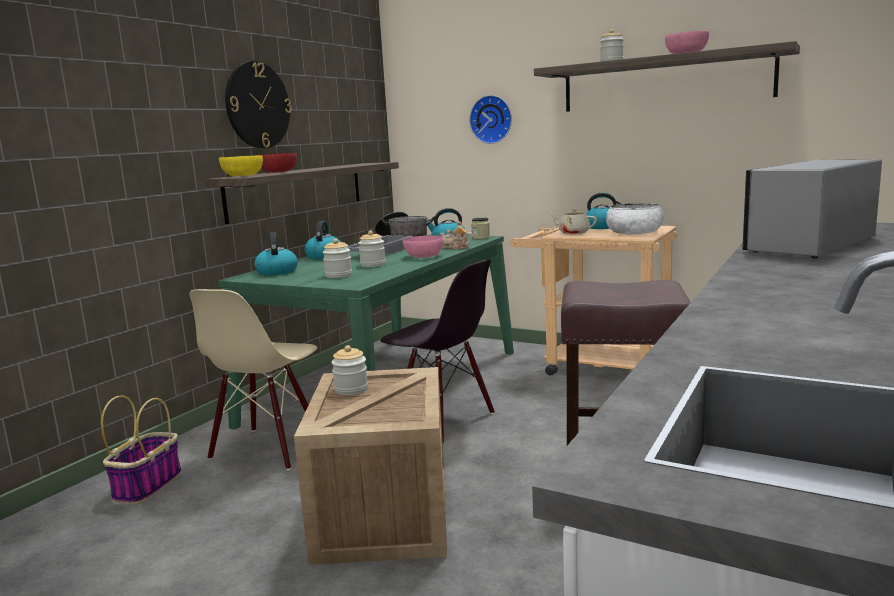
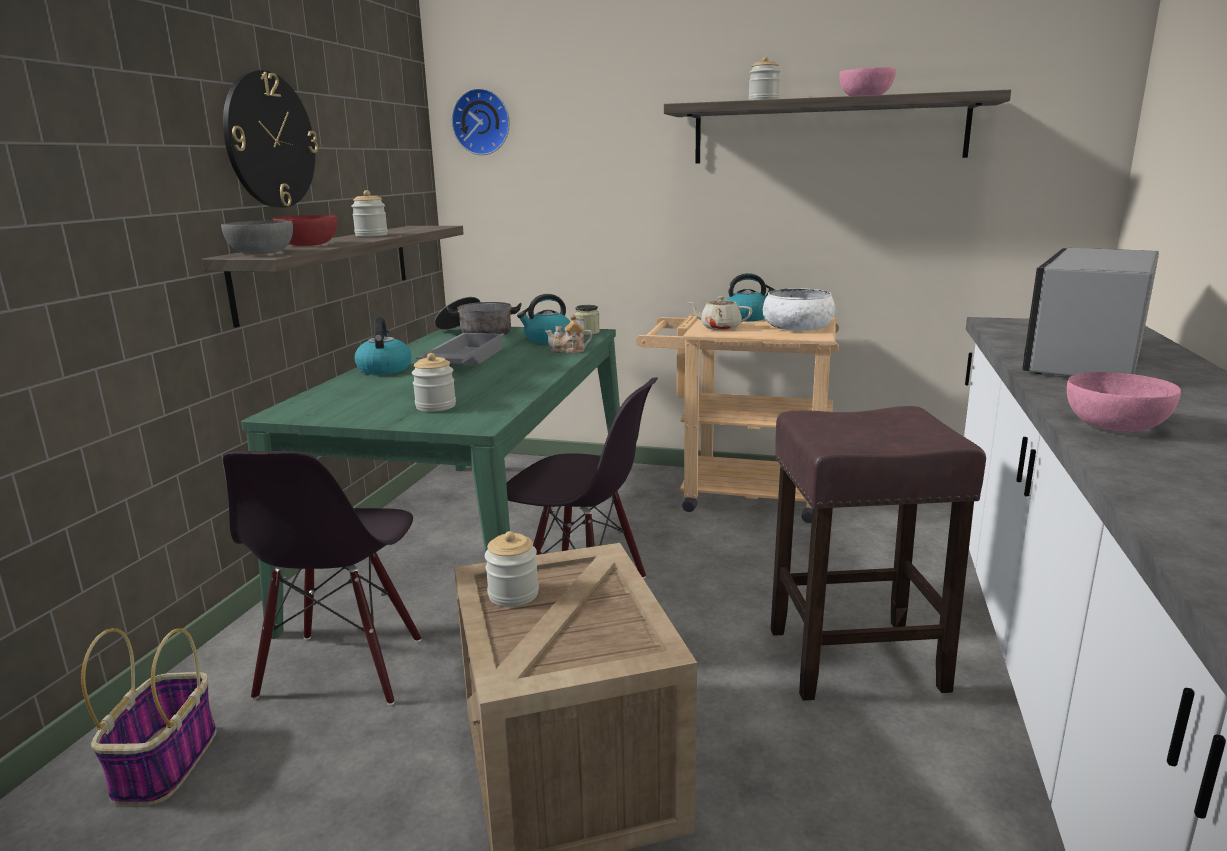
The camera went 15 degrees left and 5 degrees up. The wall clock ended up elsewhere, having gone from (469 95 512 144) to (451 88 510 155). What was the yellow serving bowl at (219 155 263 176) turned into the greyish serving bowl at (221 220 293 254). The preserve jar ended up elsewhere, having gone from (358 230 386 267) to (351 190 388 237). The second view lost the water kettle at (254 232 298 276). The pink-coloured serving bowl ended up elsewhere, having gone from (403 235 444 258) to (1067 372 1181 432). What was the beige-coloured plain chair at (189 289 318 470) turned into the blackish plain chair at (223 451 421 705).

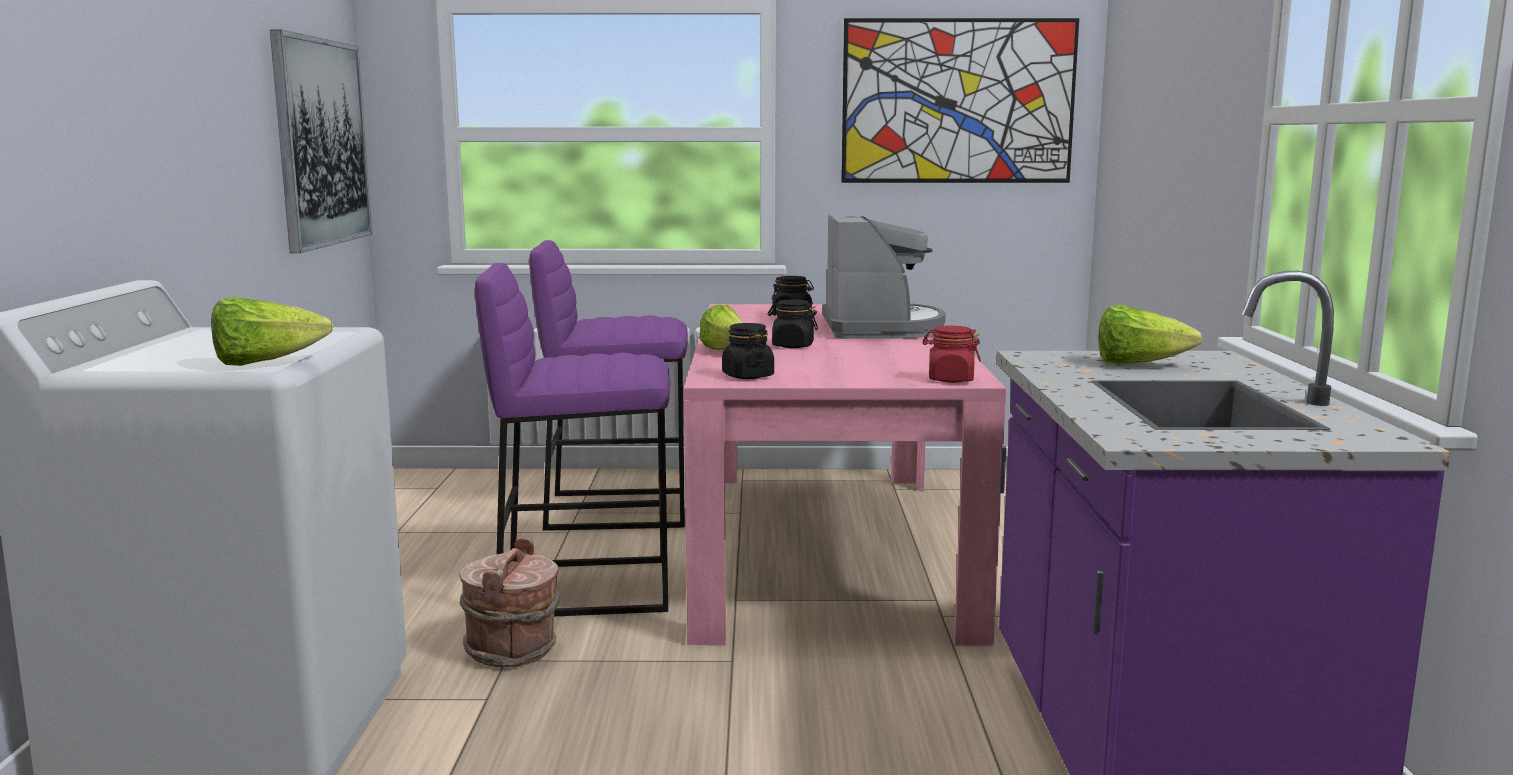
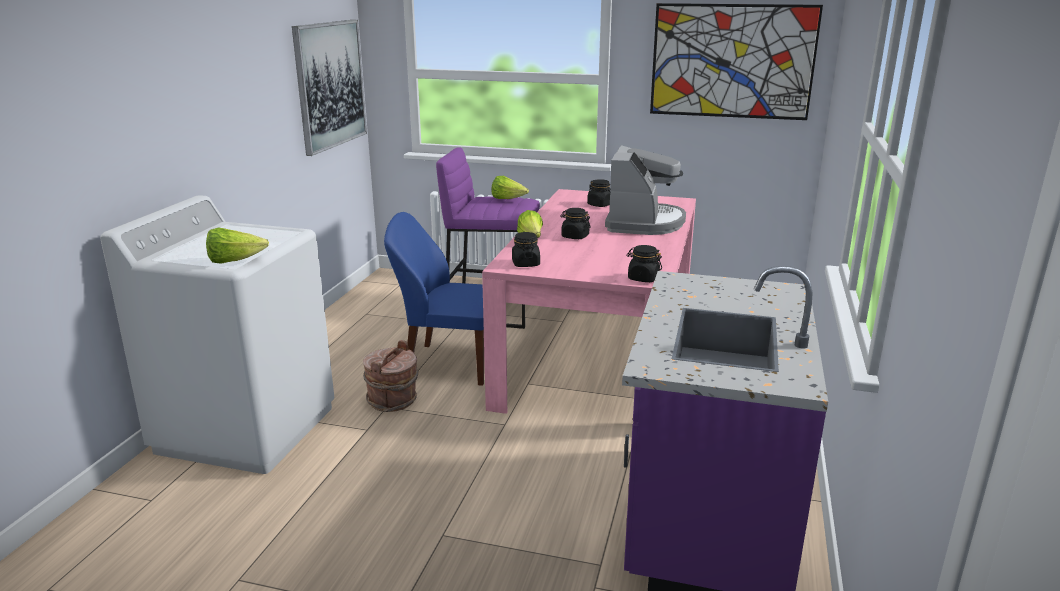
The camera went 15 degrees right and 10 degrees up. Where the purplish stool seat stood at (475 263 670 616), the blue plain chair came to stand at (384 212 484 386). The head of lettuce ended up elsewhere, having gone from (1099 305 1202 364) to (492 176 529 199). What was the red preserve jar at (923 326 981 383) turned into the blackish preserve jar at (627 245 662 282).

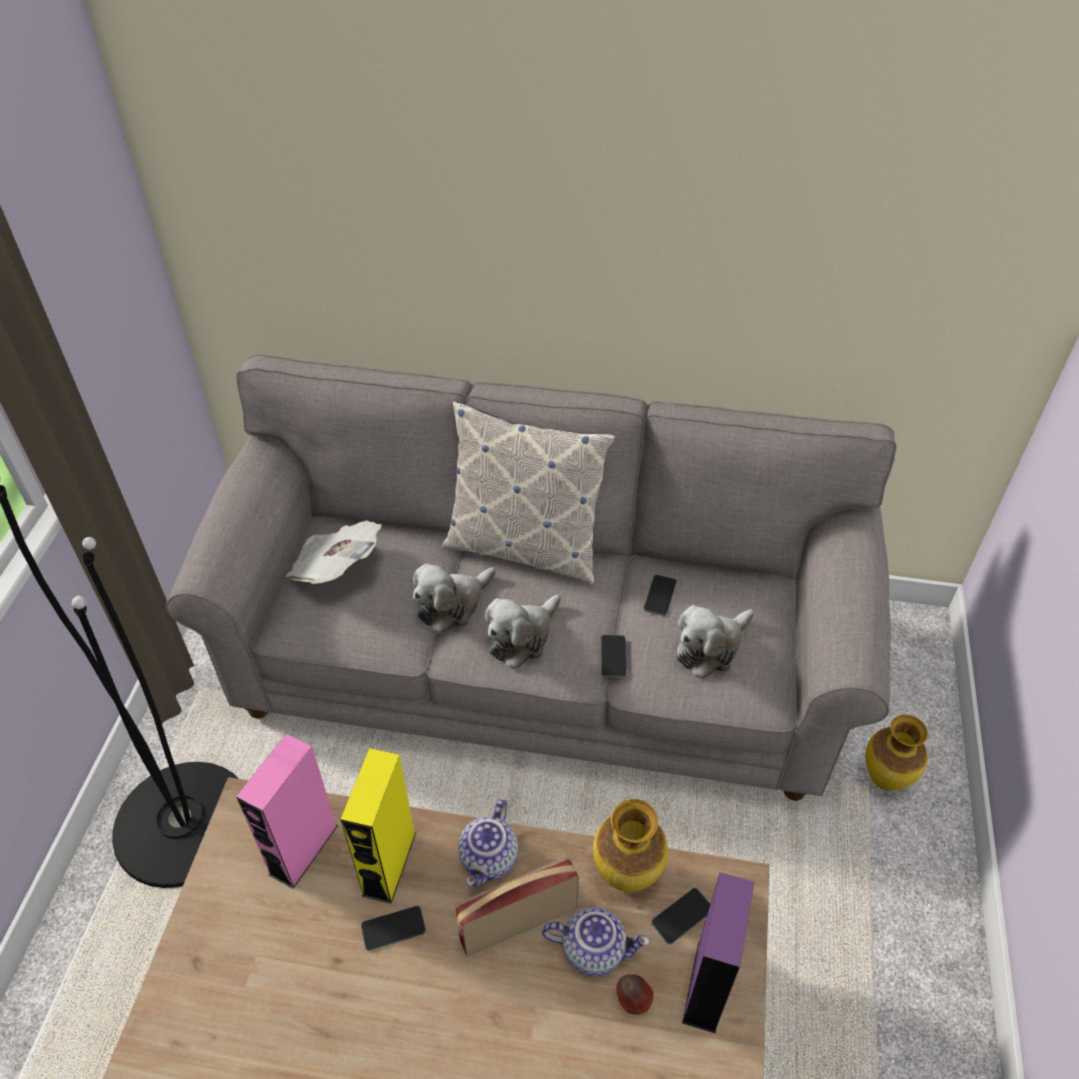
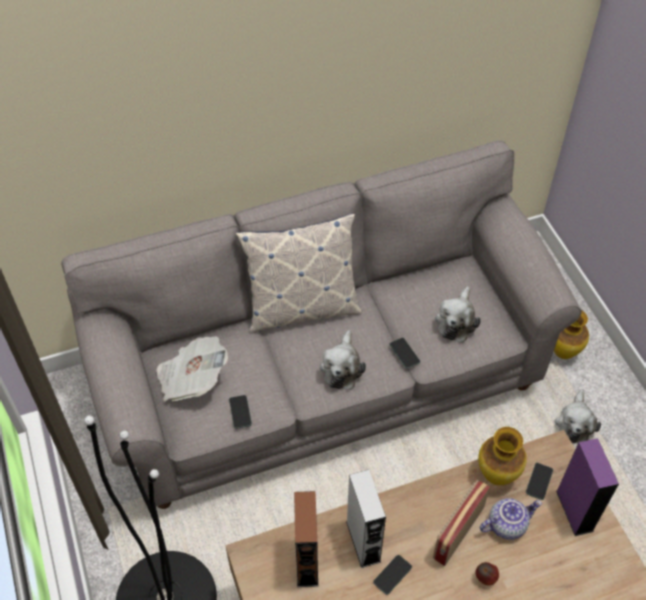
The camera went 30 degrees left and 5 degrees up. The plush toy ended up elsewhere, having gone from (413 563 496 634) to (554 389 601 443). The handset ended up elsewhere, having gone from (643 575 677 616) to (229 395 252 429). What was the pink-coloured speaker at (236 733 338 889) turned into the brown-coloured speaker at (294 491 318 587). What was the yellow speaker at (340 748 416 904) turned into the greyish speaker at (346 470 386 568). The second view lost the teapot at (458 799 518 886). The whole apple ended up elsewhere, having gone from (617 974 654 1015) to (475 562 499 586).

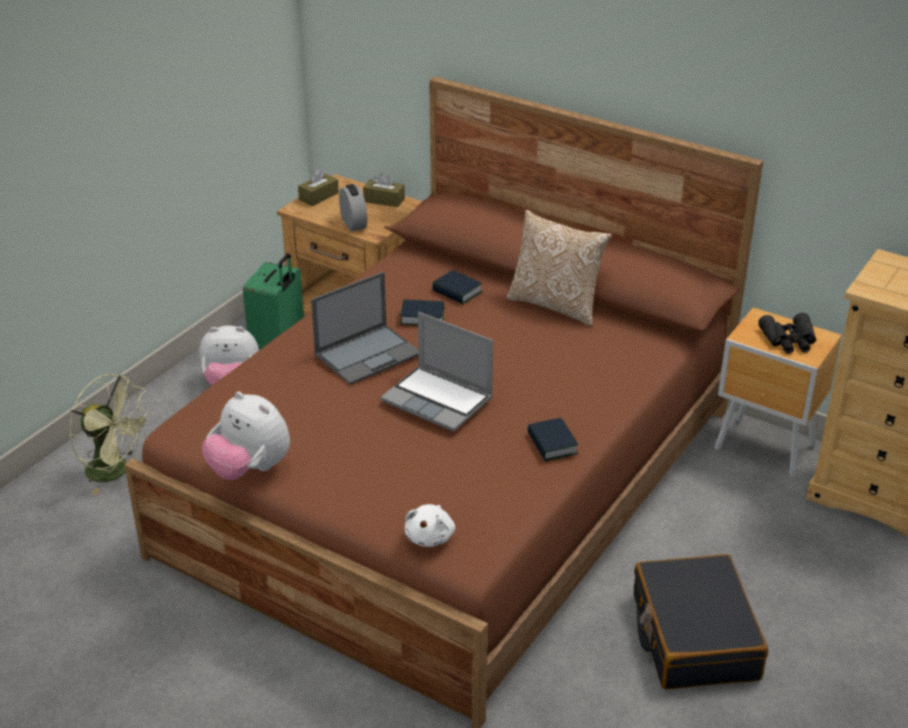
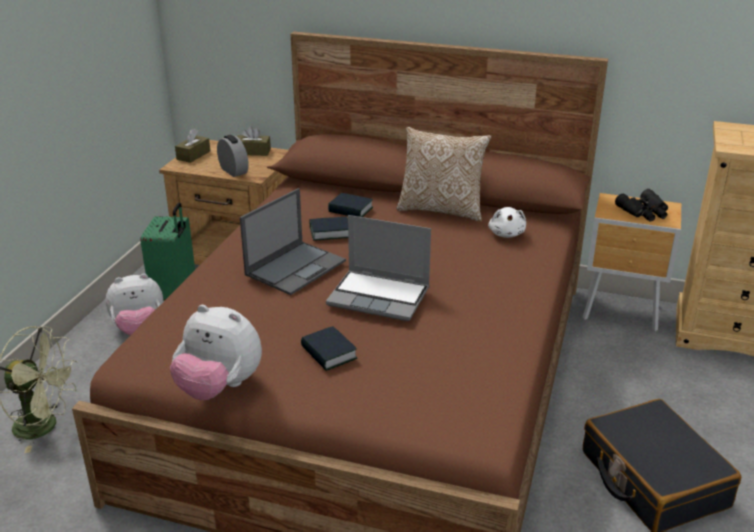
The camera went 15 degrees left and 5 degrees down. The book ended up elsewhere, having gone from (527 418 578 461) to (301 326 357 371). The white plush toy ended up elsewhere, having gone from (405 504 455 547) to (488 207 526 238).

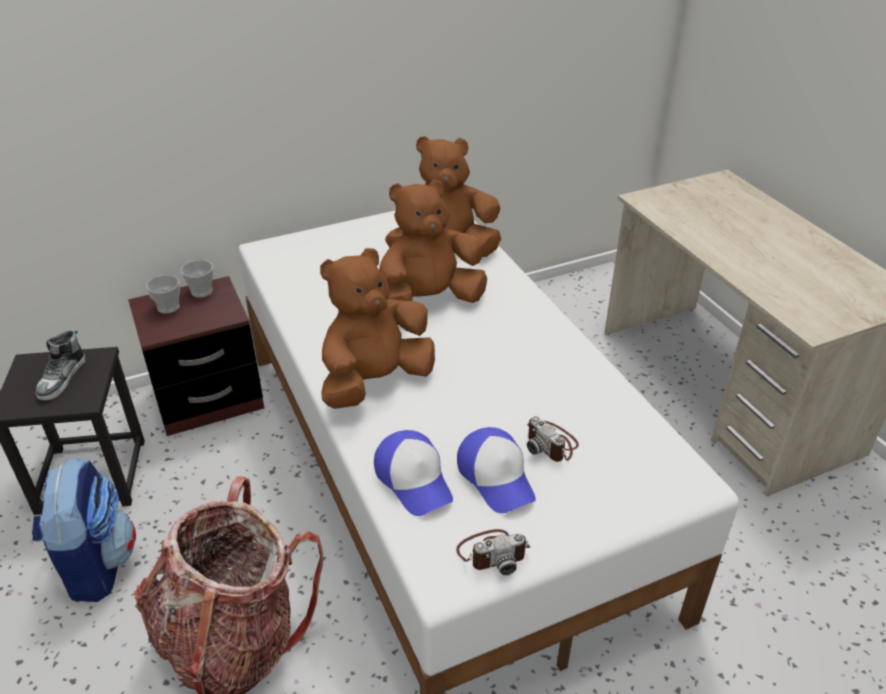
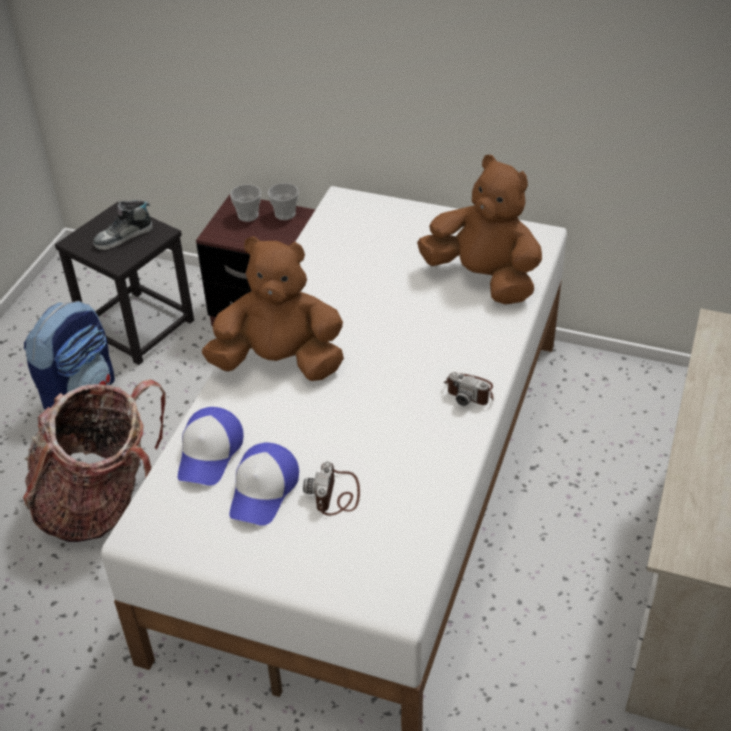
The camera went 45 degrees right and 5 degrees up. The second view lost the brown-coloured plush toy at (379 179 487 303). The photo camera ended up elsewhere, having gone from (456 529 530 575) to (444 372 494 406).

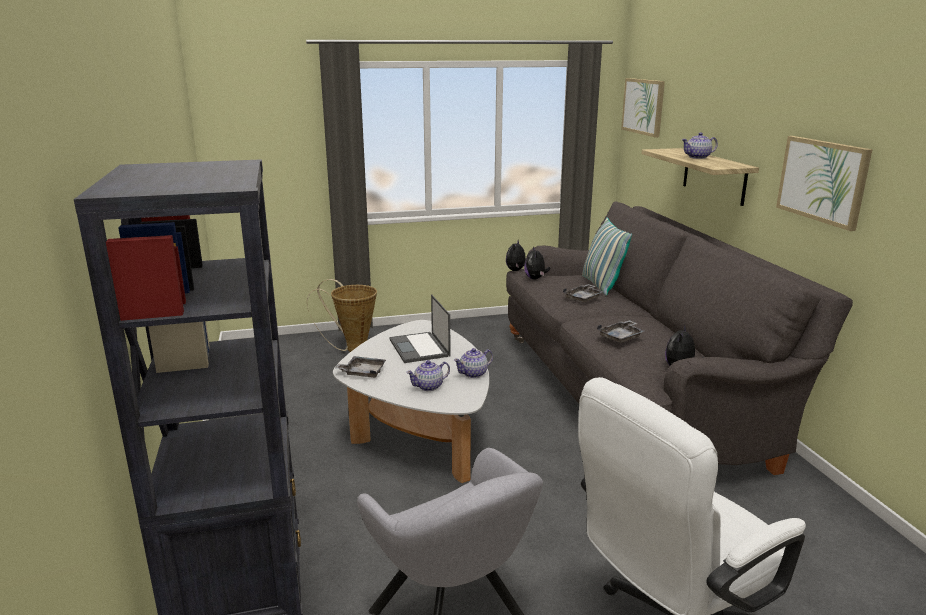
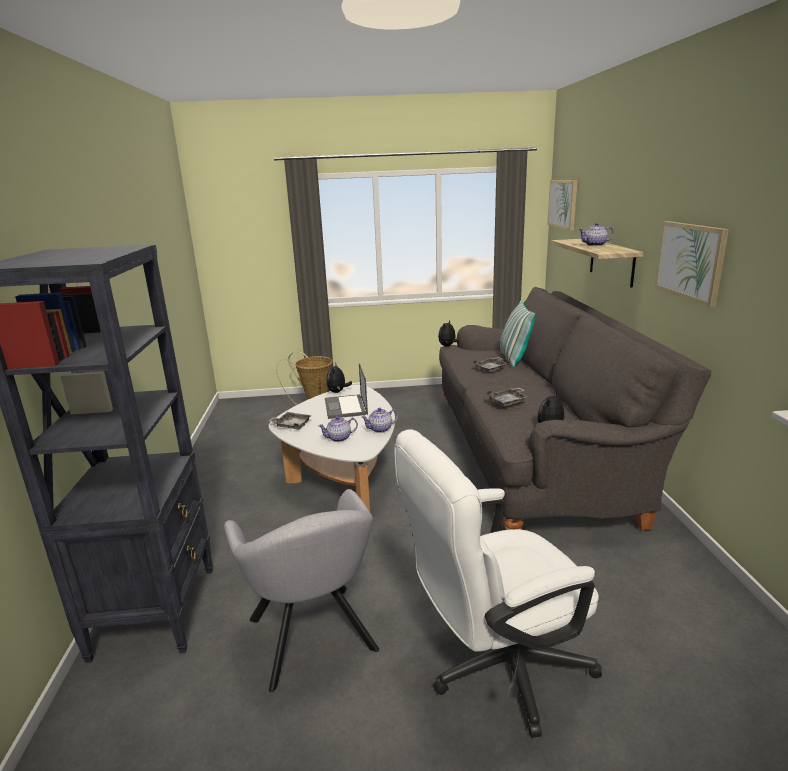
The camera went 10 degrees right and 0 degrees up. The plush toy ended up elsewhere, having gone from (524 246 550 279) to (326 362 352 393).

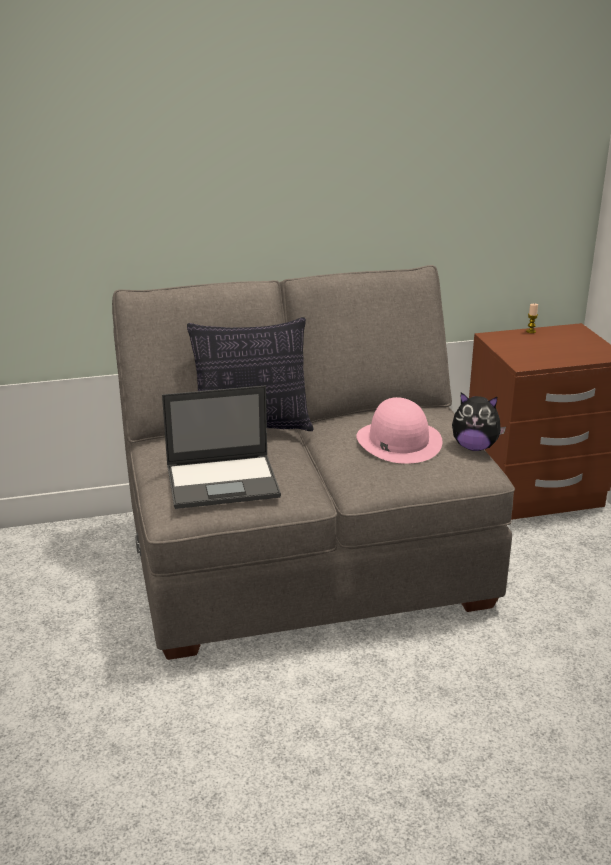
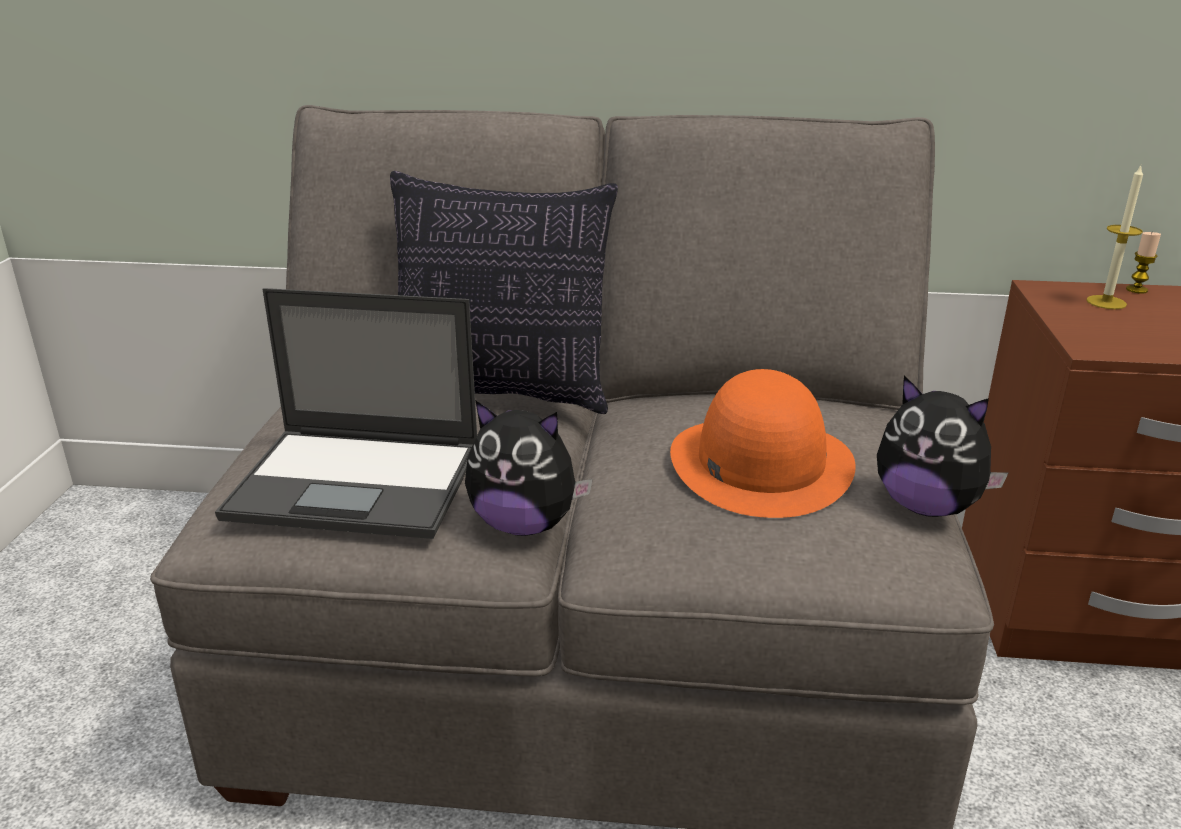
The camera went 20 degrees right and 0 degrees up. What was the pink-coloured clothing hat at (356 397 442 464) turned into the orange clothing hat at (670 369 856 518). The second view gained the candle at (1086 166 1143 309). The second view gained the plush toy at (465 401 593 536).

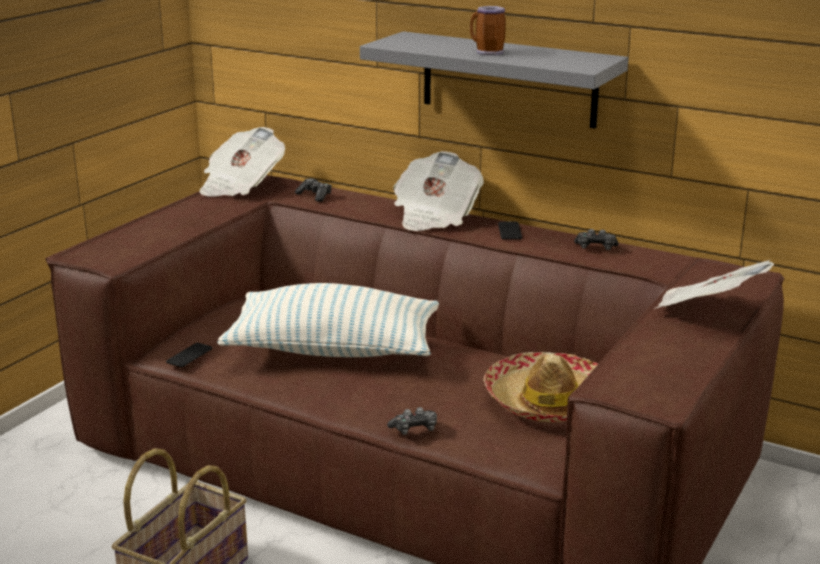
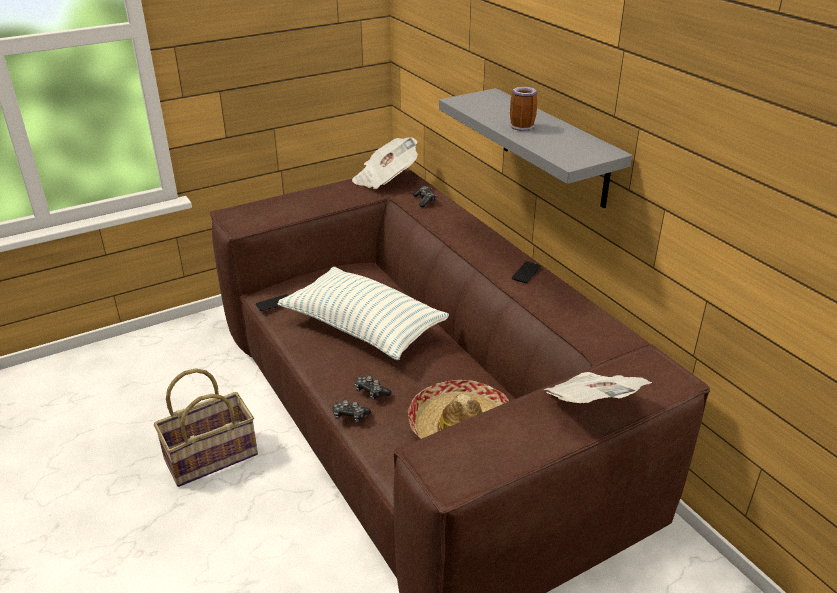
The camera went 30 degrees right and 10 degrees up. The second view lost the printed paper at (393 151 484 231). The game controller ended up elsewhere, having gone from (574 229 619 250) to (355 376 391 400).

